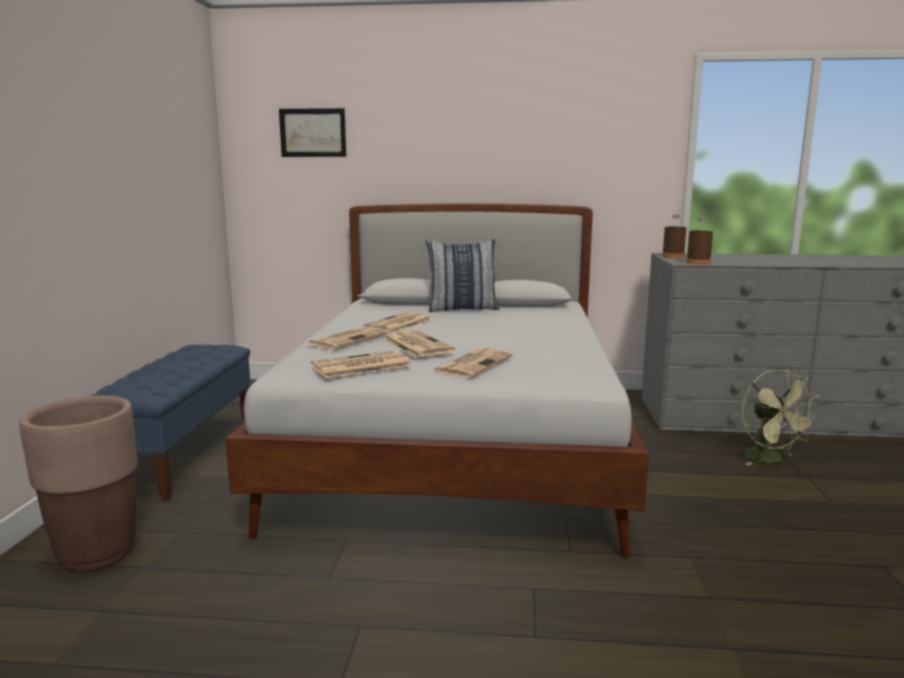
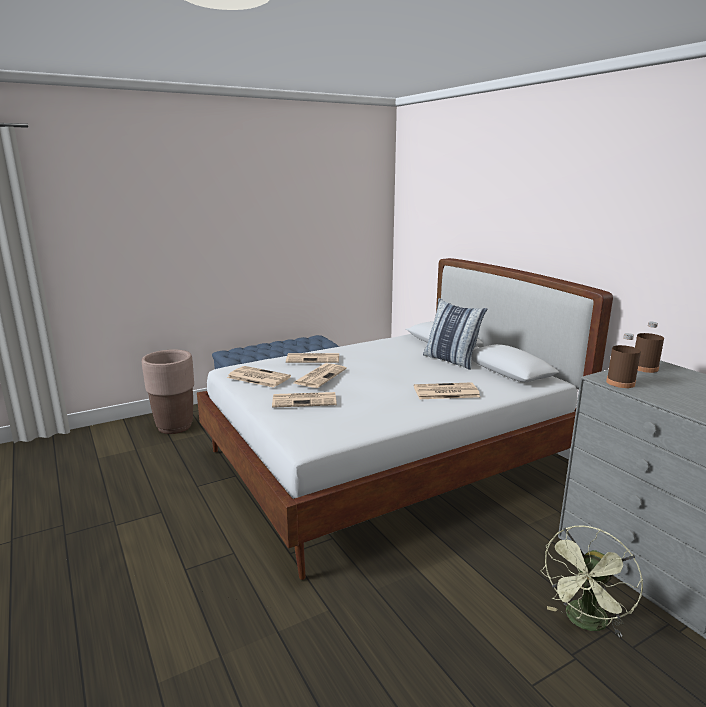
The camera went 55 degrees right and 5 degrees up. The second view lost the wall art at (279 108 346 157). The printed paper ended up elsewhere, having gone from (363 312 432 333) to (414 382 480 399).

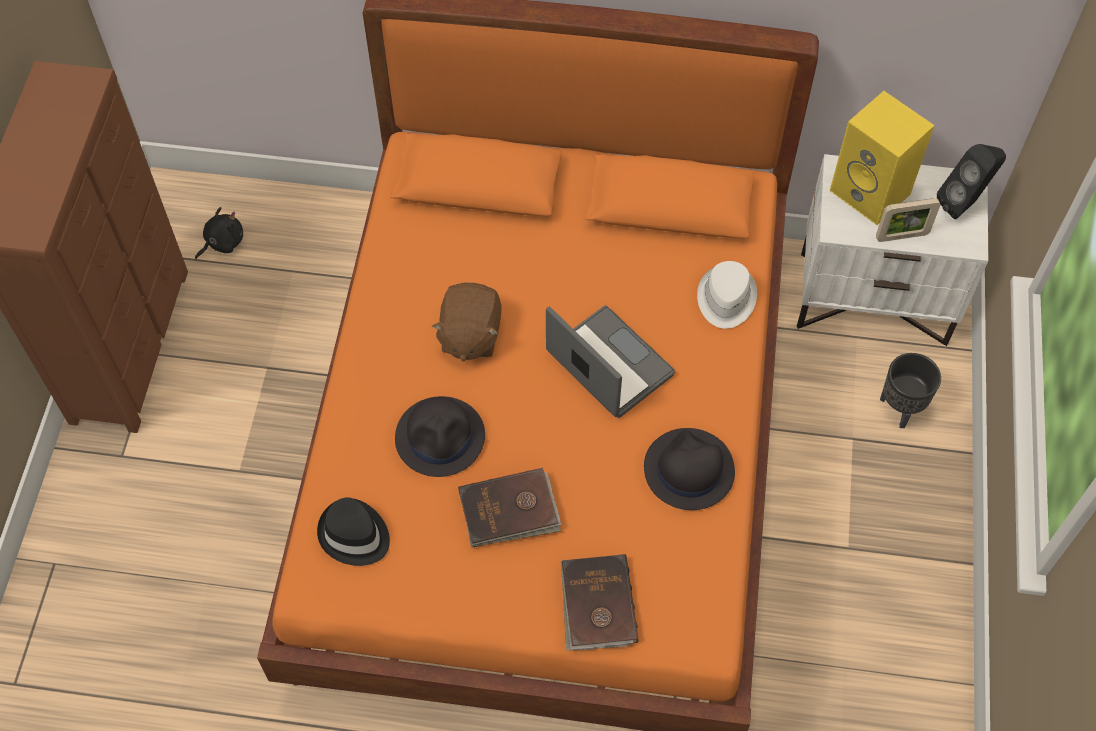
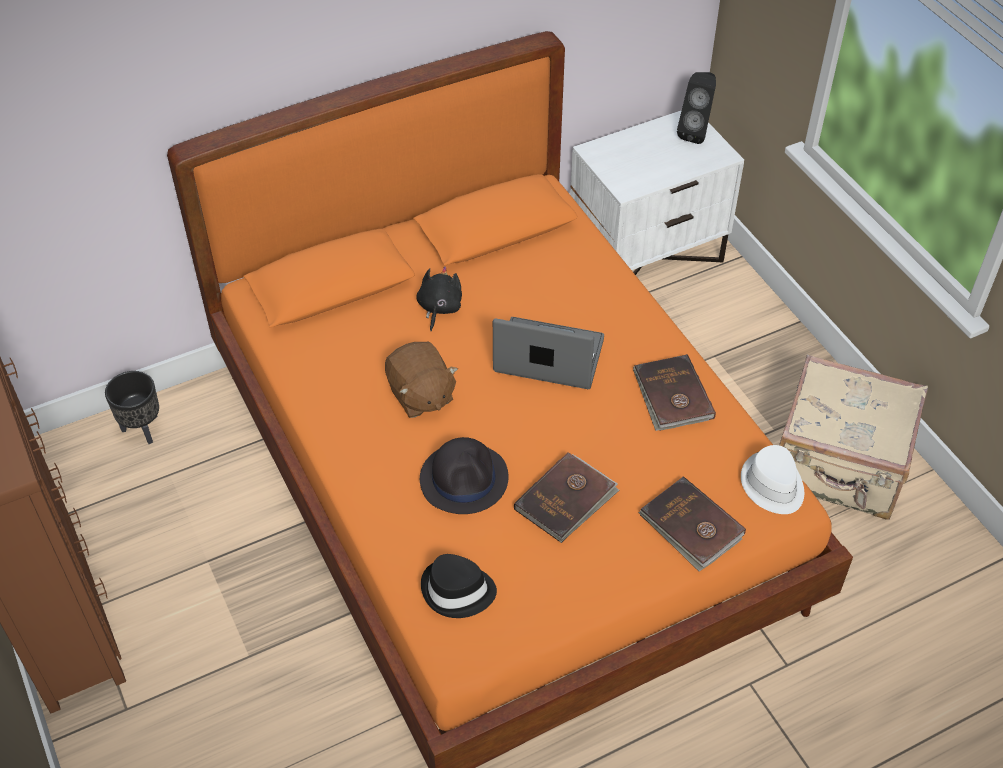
The camera went 35 degrees left and 10 degrees down. The second view lost the yellow speaker at (830 91 935 225). The second view lost the photo frame at (876 198 940 242). The blackish plush toy ended up elsewhere, having gone from (195 207 243 259) to (416 266 462 331). The white clothing hat ended up elsewhere, having gone from (697 261 757 329) to (741 445 804 514). The blackish plant pot ended up elsewhere, having gone from (880 353 941 428) to (105 371 159 444). Where the blackish clothing hat stood at (644 428 735 510), the brown-coloured book came to stand at (633 354 716 431). The second view gained the beige-coloured piece of luggage at (779 355 928 520).

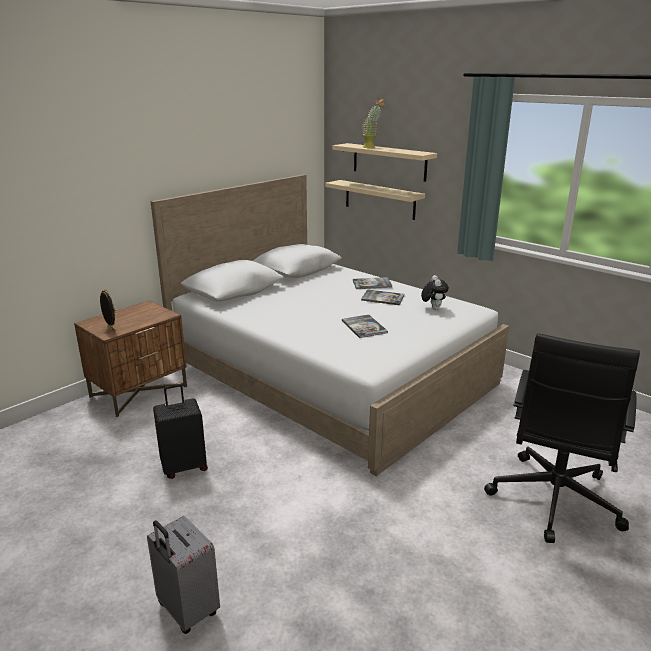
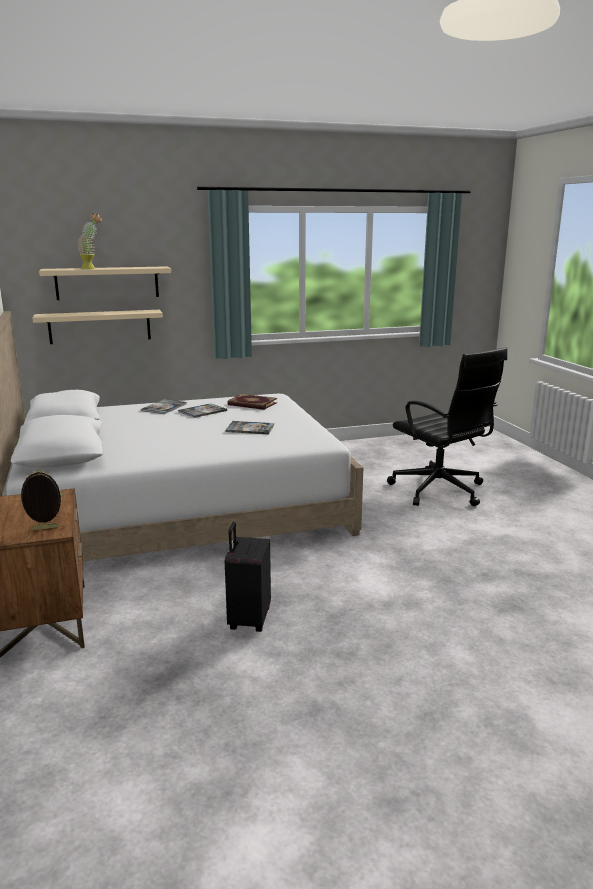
The camera went 60 degrees left and 5 degrees down. Where the plush toy stood at (421 275 449 310), the book came to stand at (227 394 277 410). The second view lost the greyish piece of luggage at (147 516 220 634).

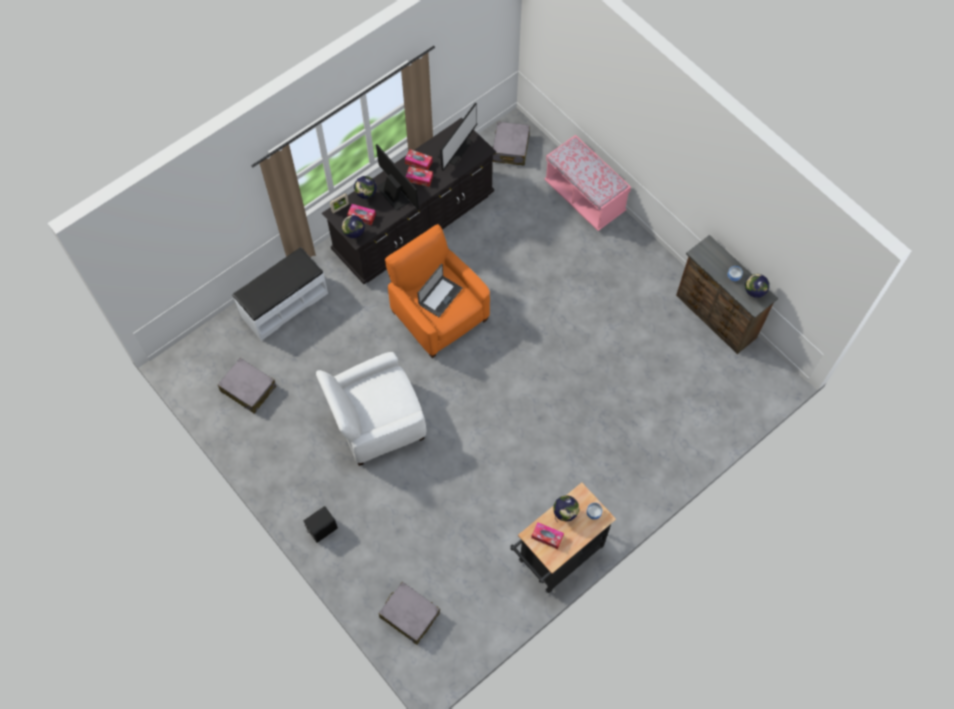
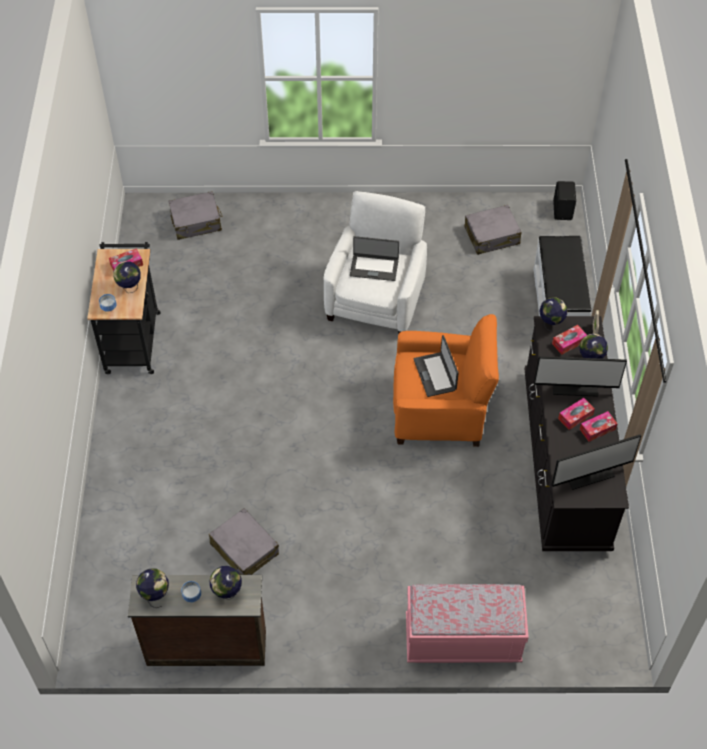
The camera went 130 degrees right and 10 degrees down. The monitor at (437 102 477 171) ended up facing another way, 90 degrees counterclockwise from before. The greyish piece of luggage ended up elsewhere, having gone from (492 122 530 165) to (209 508 279 575). The blackish speaker ended up elsewhere, having gone from (304 506 338 543) to (553 181 576 220). The second view gained the portable computer at (350 236 399 281). The second view gained the world globe at (210 566 242 600).

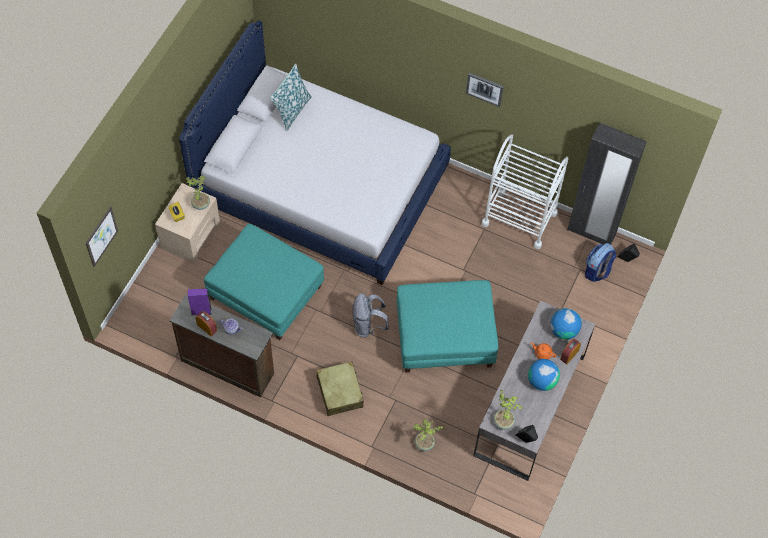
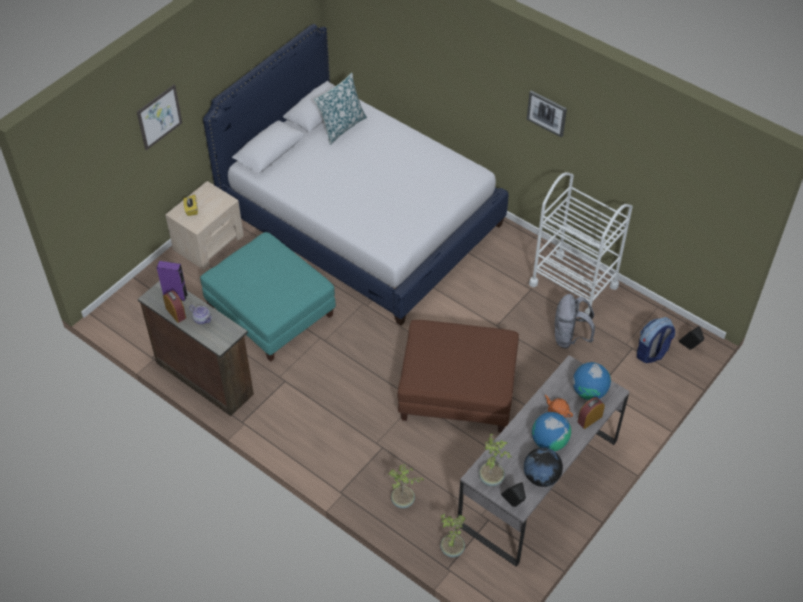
The camera went 15 degrees right and 10 degrees down. The second view lost the blackish wardrobe at (567 123 647 245). The potted plant ended up elsewhere, having gone from (186 176 210 210) to (440 514 466 557). The wall art ended up elsewhere, having gone from (86 206 118 267) to (137 84 182 150). What was the turquoise footrest at (397 280 498 373) turned into the brown-coloured footrest at (397 320 519 432). The greyish knapsack ended up elsewhere, having gone from (353 293 389 337) to (554 294 595 349). The second view lost the beige-coloured piece of luggage at (317 361 364 416). The second view gained the world globe at (524 447 563 487).

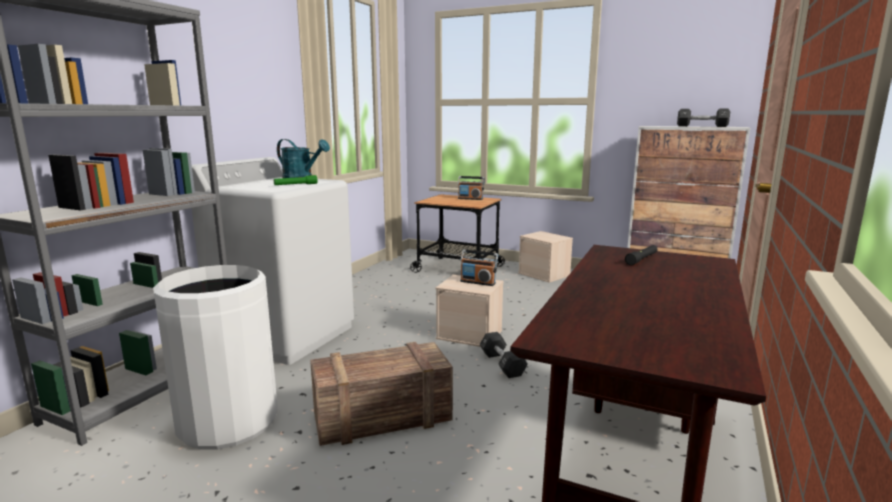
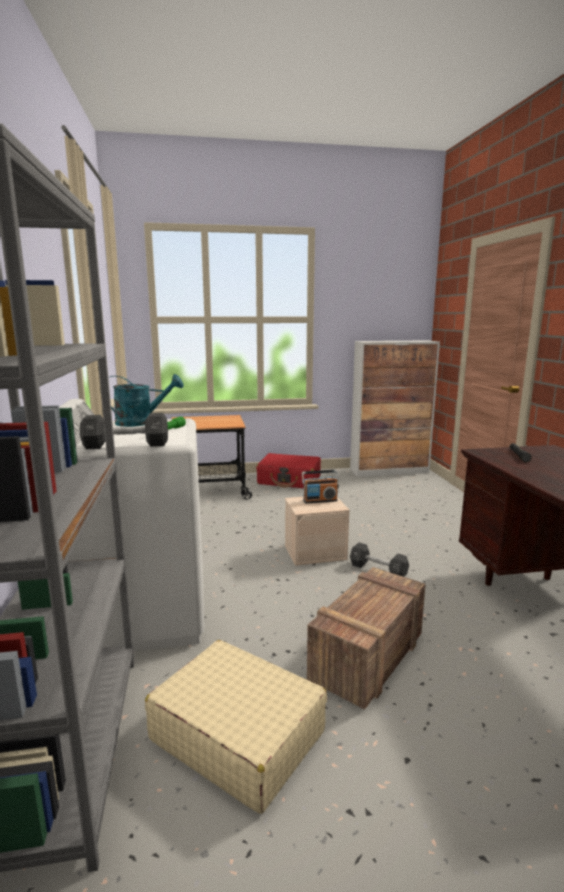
The camera went 35 degrees left and 0 degrees up. The blackish dumbbell ended up elsewhere, having gone from (677 109 730 127) to (80 413 168 449). The second view lost the radio at (458 176 485 200). Where the beige-coloured storage container stood at (518 231 573 283), the red piece of luggage came to stand at (256 453 321 488). Where the white trash can stood at (153 265 278 450), the beige-coloured piece of luggage came to stand at (145 640 327 814).

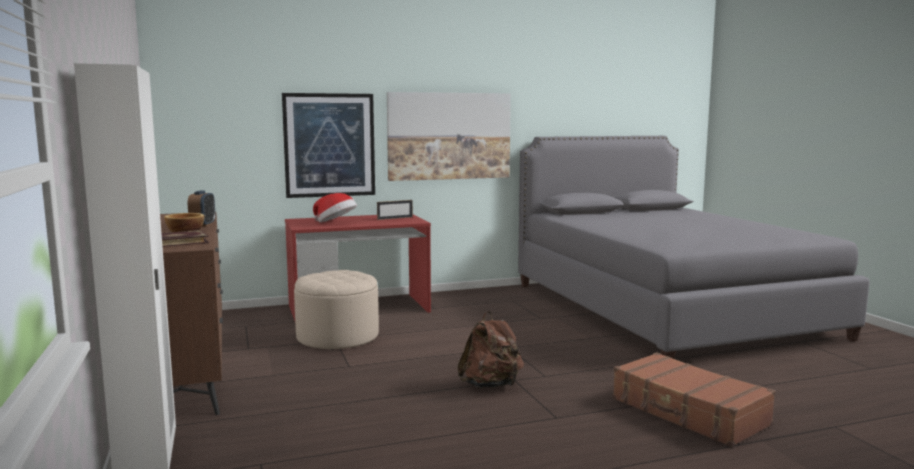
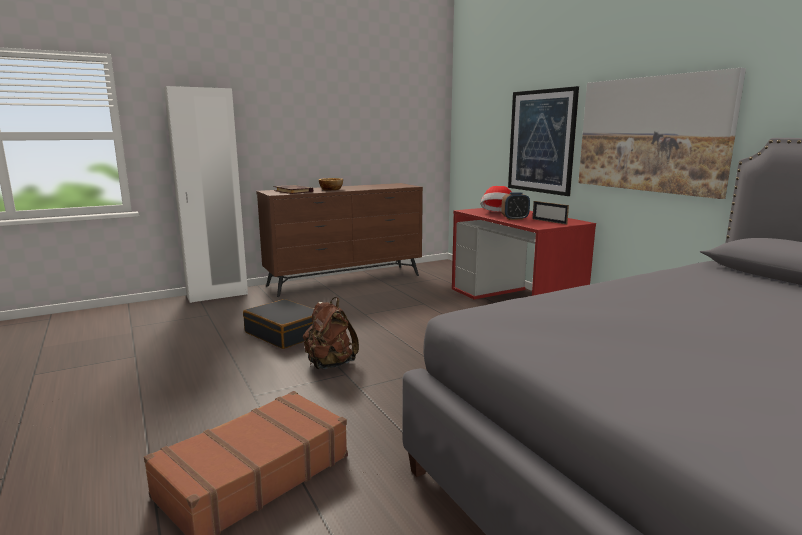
The camera went 80 degrees right and 5 degrees up. The table clock ended up elsewhere, having gone from (188 191 215 227) to (501 192 530 220). The second view lost the beige-coloured footrest at (294 270 379 350). The second view gained the blackish piece of luggage at (243 299 314 349).

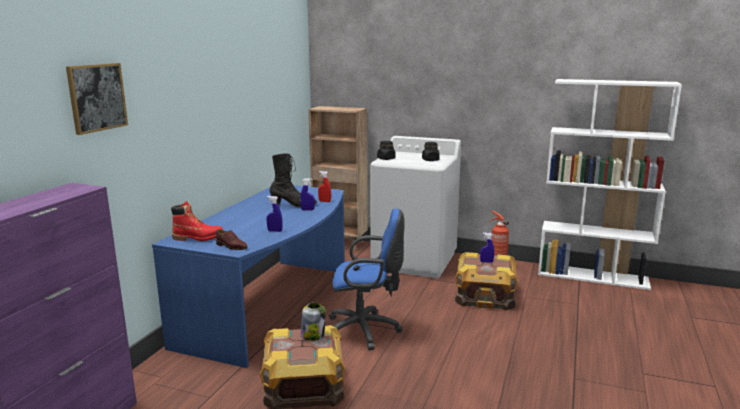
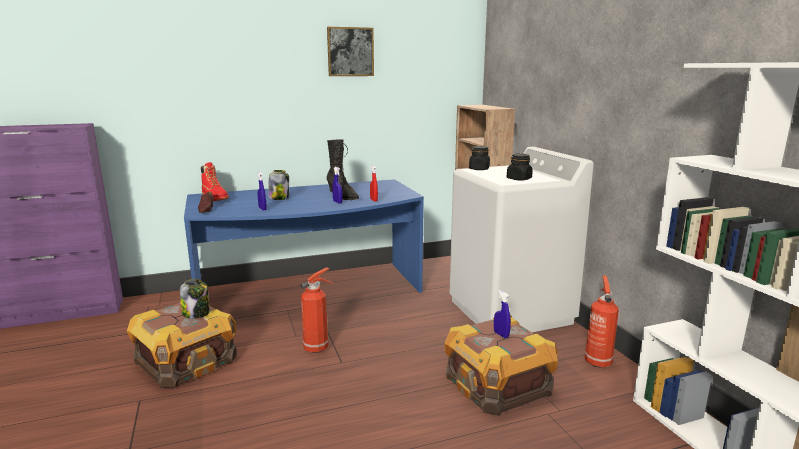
The camera went 50 degrees right and 0 degrees up. The wall art ended up elsewhere, having gone from (66 63 128 135) to (327 27 374 76). Where the blue office chair stood at (329 208 405 350), the fire-fighting cylinder came to stand at (300 268 334 353). The second view gained the preserve jar at (268 170 289 200).

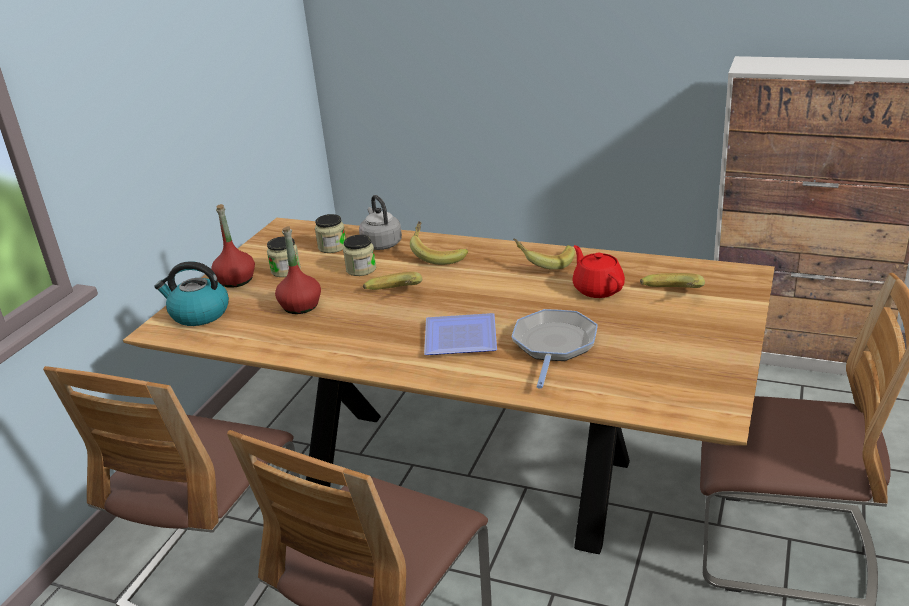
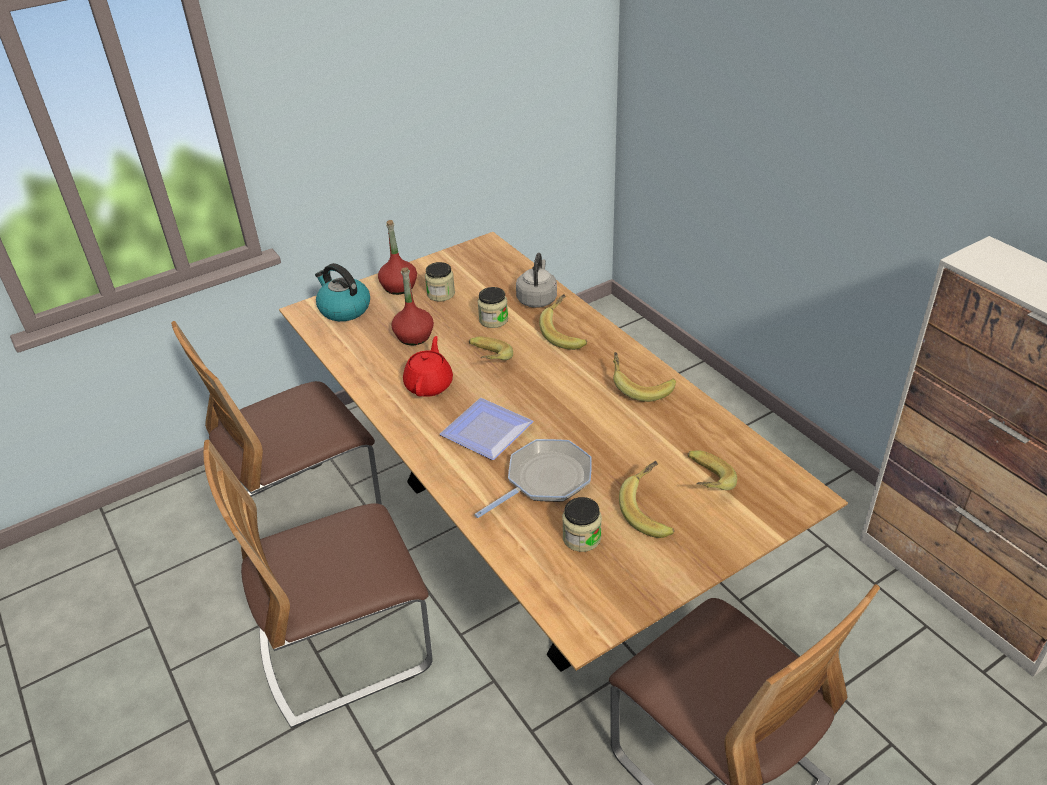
The camera went 35 degrees right and 10 degrees up. The preserve jar ended up elsewhere, having gone from (315 214 346 253) to (562 497 602 552). The red teapot ended up elsewhere, having gone from (572 245 625 298) to (403 336 453 397). The second view gained the banana at (619 461 674 538).

